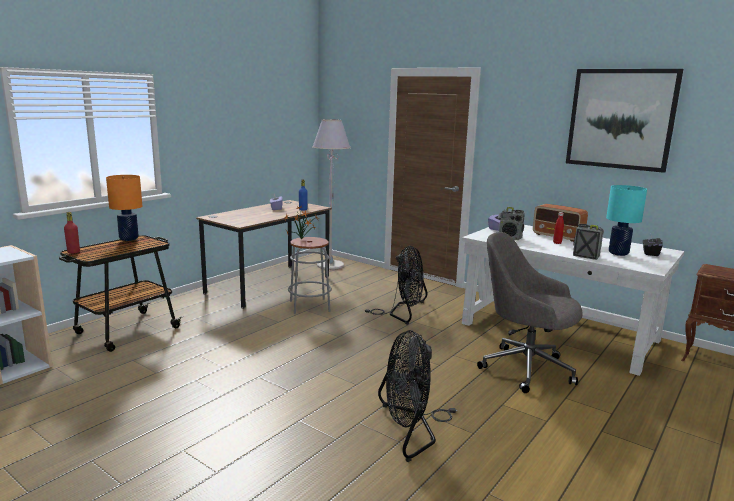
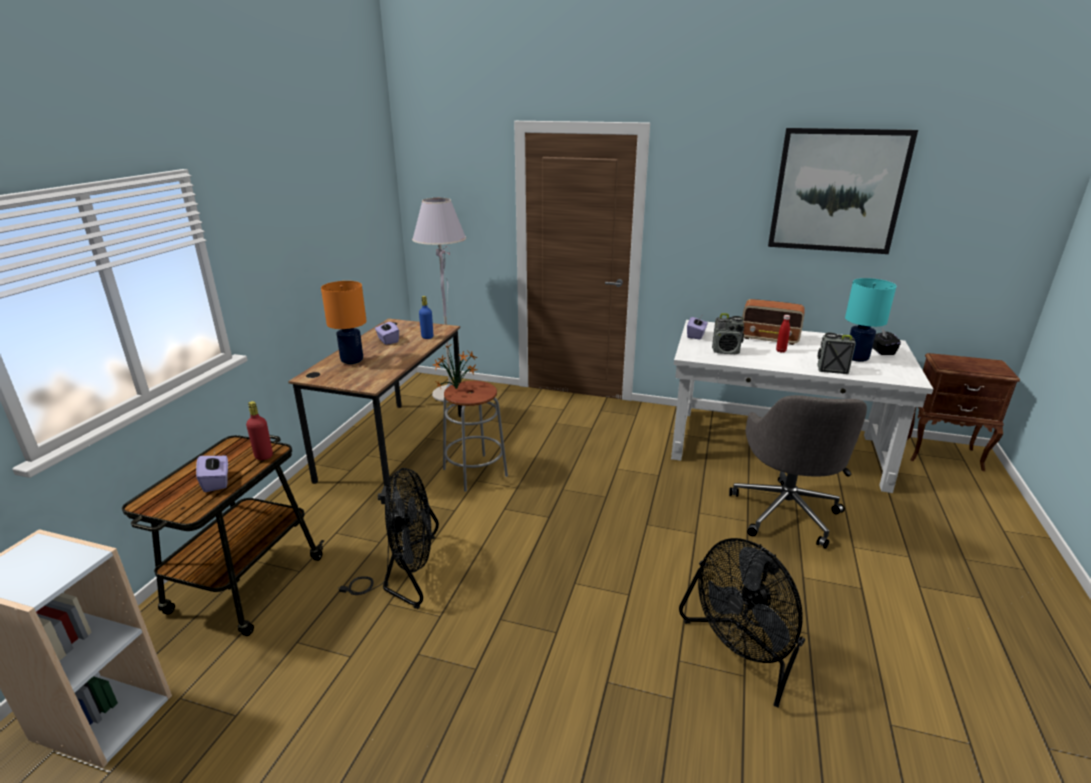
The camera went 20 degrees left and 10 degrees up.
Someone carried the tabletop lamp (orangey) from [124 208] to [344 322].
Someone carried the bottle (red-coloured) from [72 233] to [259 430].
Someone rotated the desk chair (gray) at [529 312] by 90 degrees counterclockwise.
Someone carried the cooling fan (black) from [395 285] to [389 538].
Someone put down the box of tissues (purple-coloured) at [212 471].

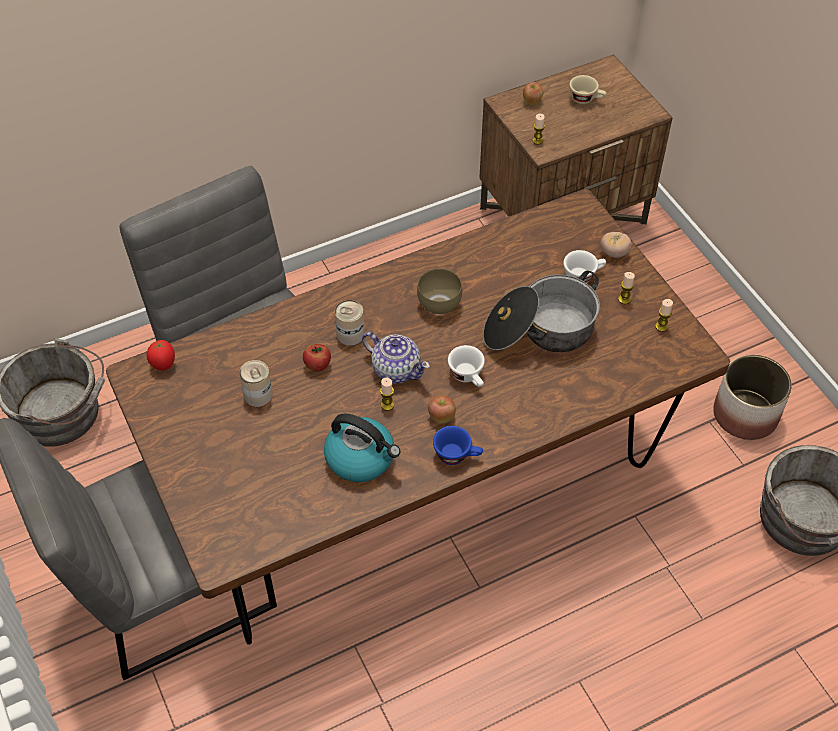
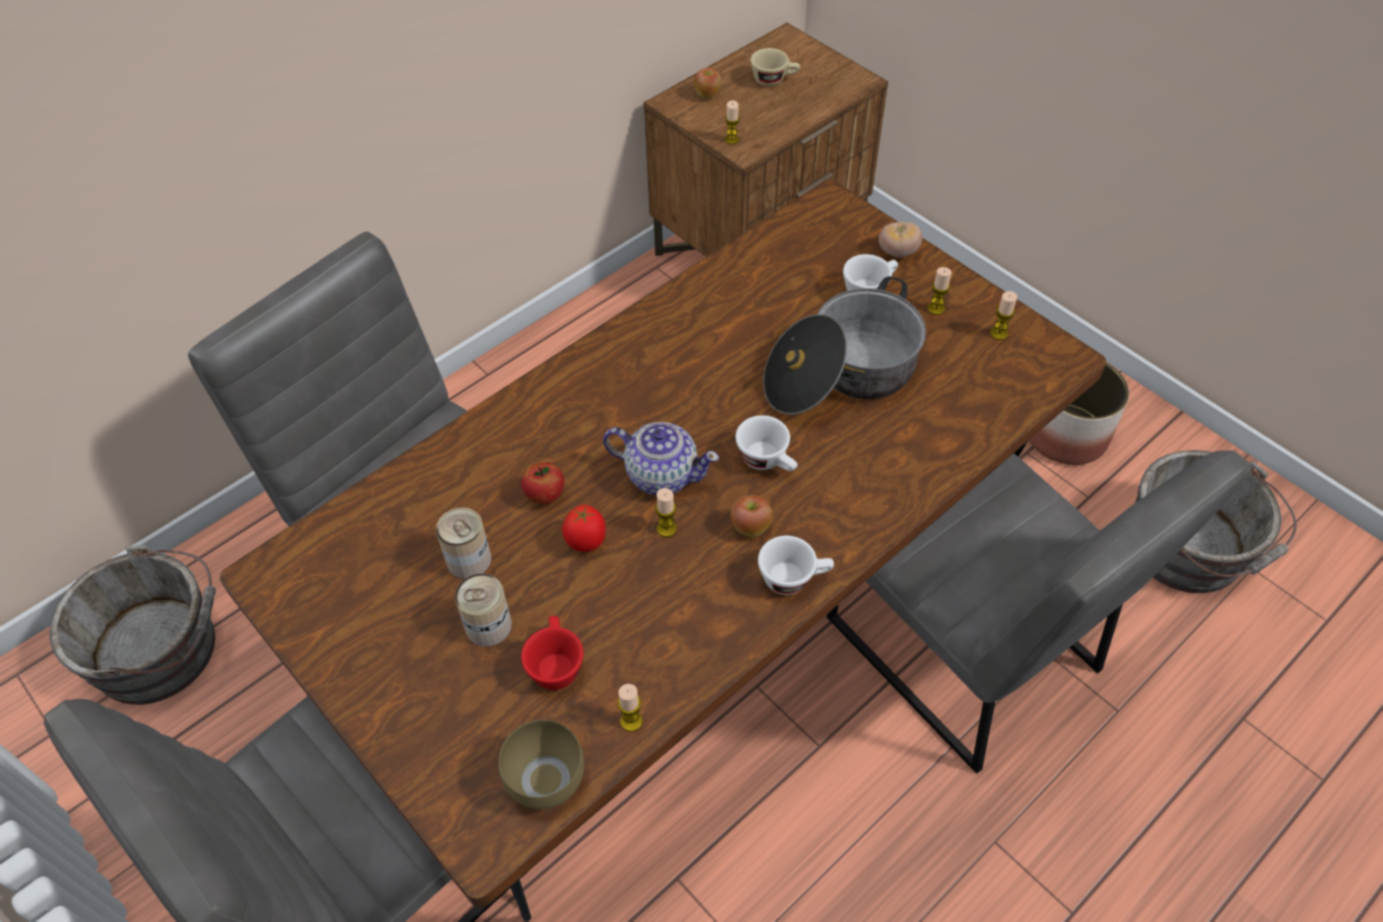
The camera went 15 degrees left and 0 degrees up.
Someone carried the bowl (brownish) from [439 291] to [541 764].
Someone carried the can from [349 323] to [483 610].
Someone carried the fresh tomato from [161 355] to [584 528].
Someone took away the water kettle at [362 447].
Someone repainted the cup (bluish) at [458 445], which became the cup (white) at [796 565].
Someone put down the plain chair (gray) at [1038 612].
Someone put down the cup (red-coloured) at [552 653].
Someone put down the wax light at [630 708].

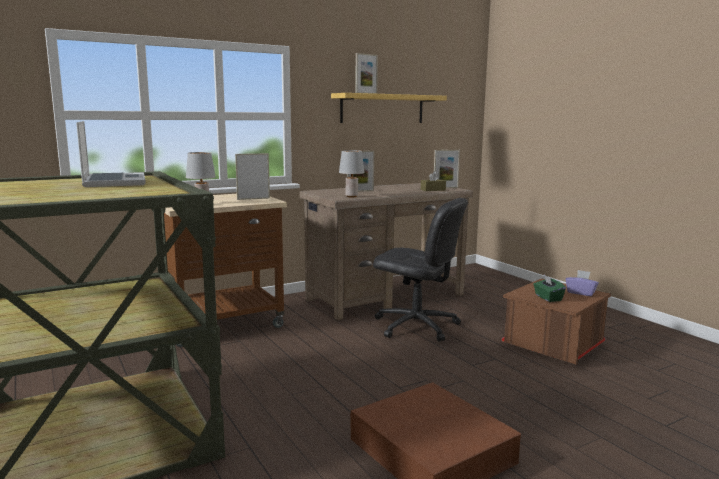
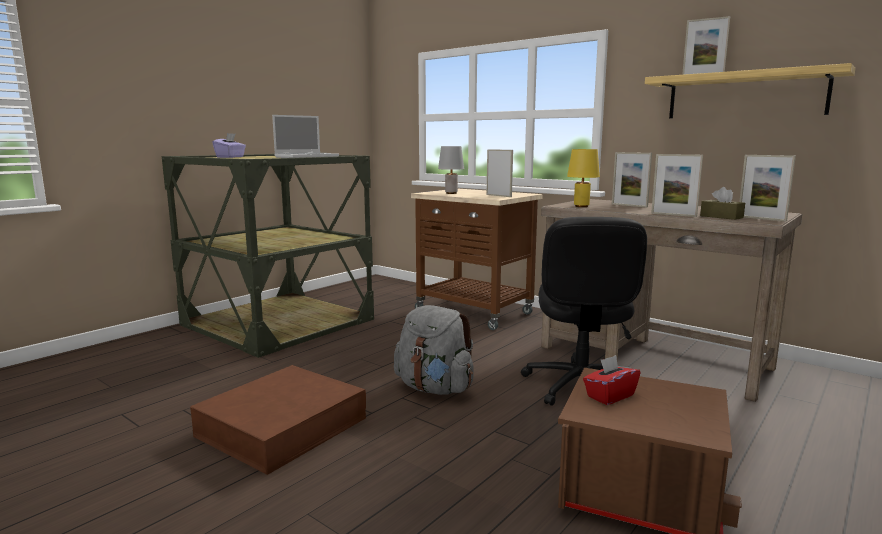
The camera went 70 degrees right and 0 degrees up.
Someone repainted the tabletop lamp (gray) at [351 173], which became the tabletop lamp (yellow-coloured) at [583 178].
Someone carried the box of tissues (purple-coloured) from [582 283] to [229 145].
Someone repainted the box of tissues (green-coloured) at [549 288], which became the box of tissues (red-coloured) at [611 380].
Someone put down the picture frame at [677 185].
Someone put down the rucksack (gray) at [434 350].

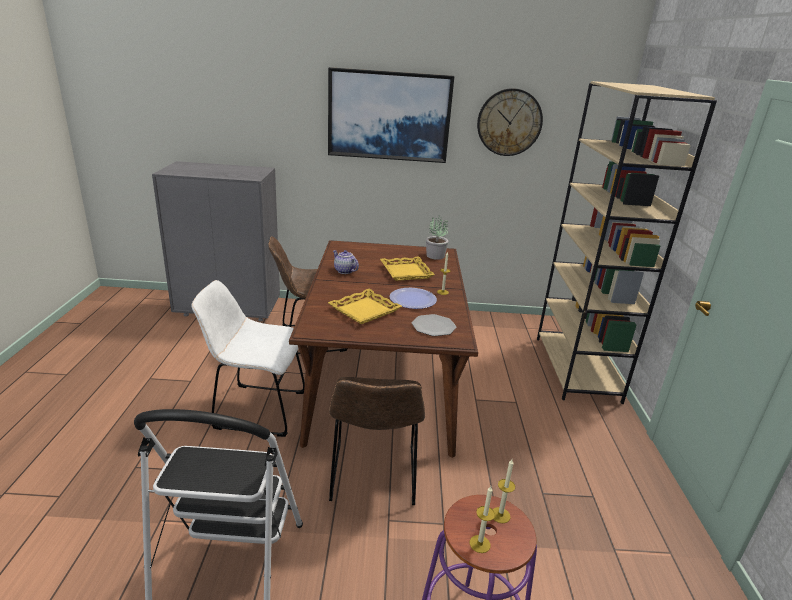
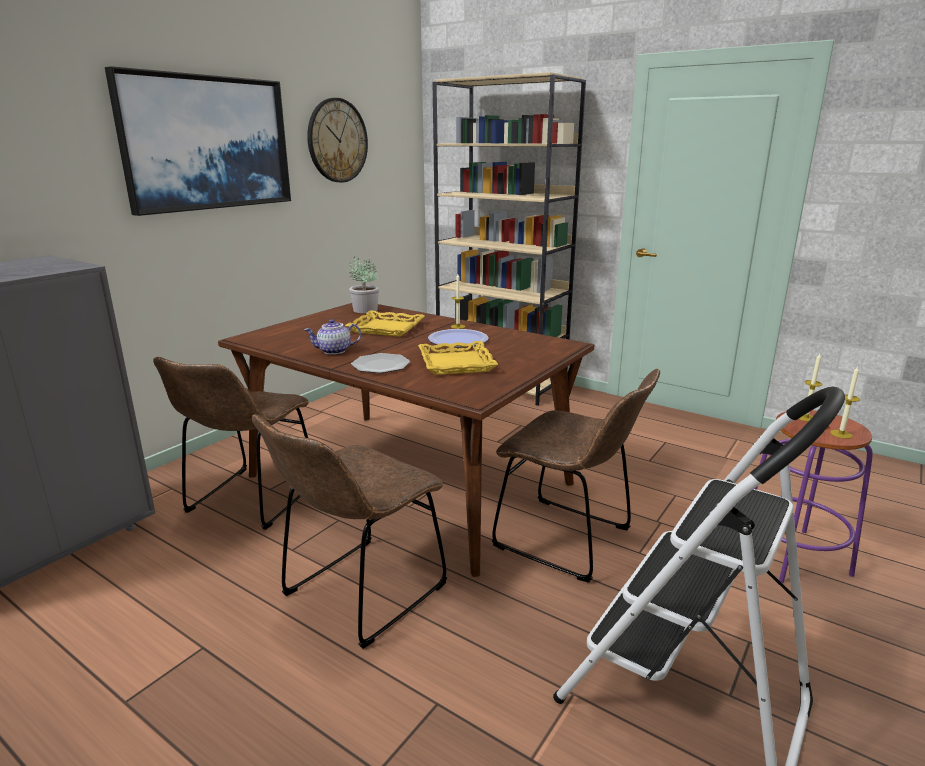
The camera went 55 degrees left and 5 degrees down.
Someone repainted the plain chair (white) at [248 358], which became the plain chair (brownish) at [349 531].
Someone carried the flat dish from [434 325] to [380 363].

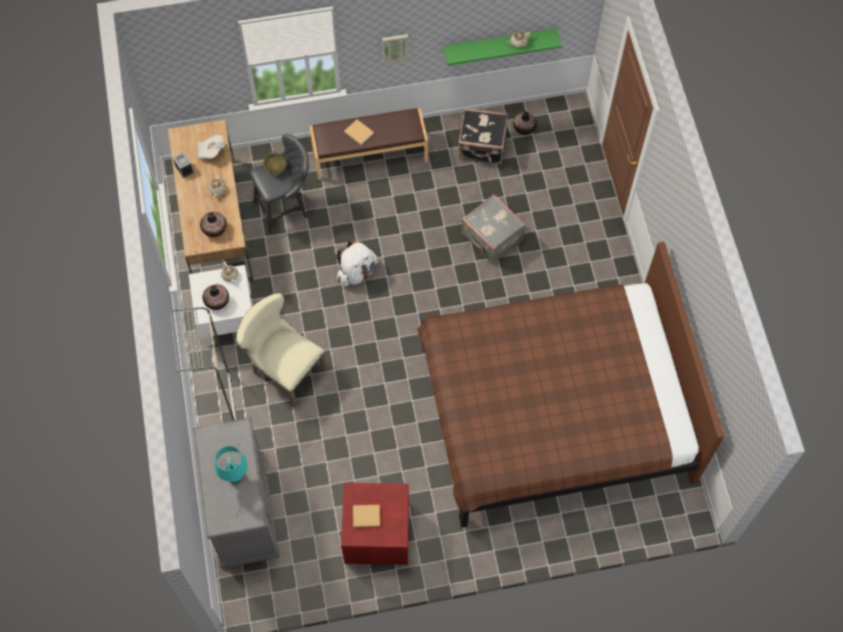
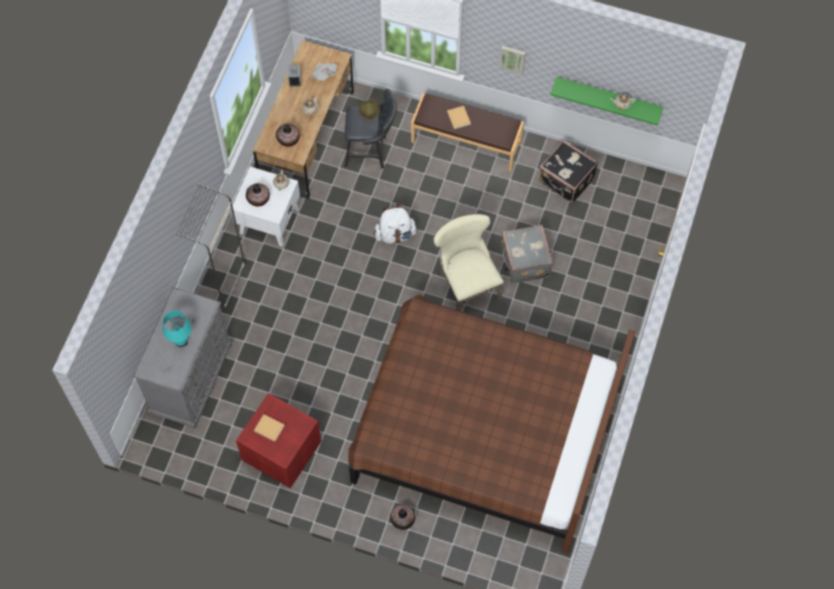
The camera went 30 degrees right and 0 degrees up.
Someone carried the flower vase from [525 123] to [402 517].
Someone carried the plain chair (beige) from [281 350] to [468 262].

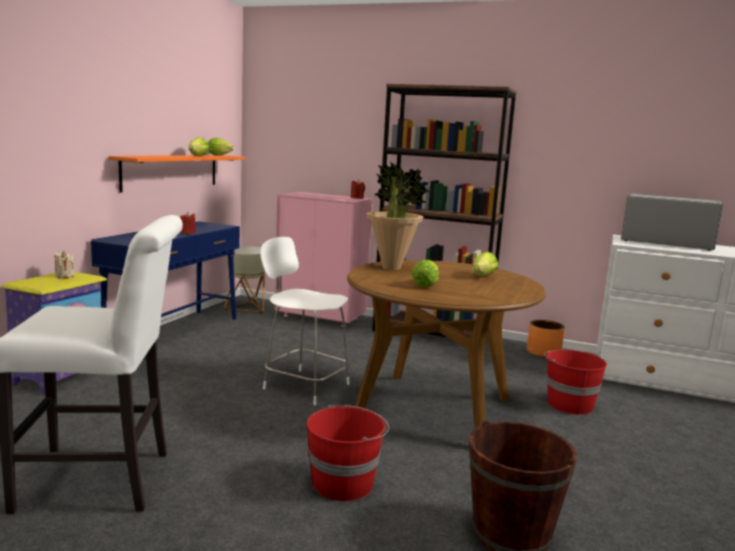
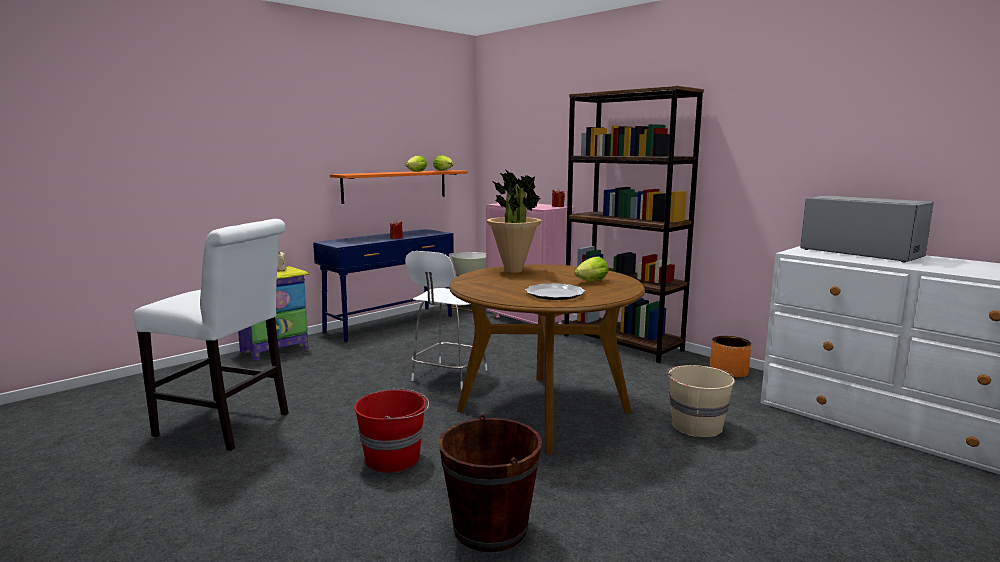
The camera went 25 degrees right and 0 degrees up.
Someone rotated the plain chair (white) at [305 321] by 120 degrees counterclockwise.
Someone took away the lettuce at [425 274].
Someone repainted the water bucket (red-coloured) at [575 382], which became the water bucket (beige) at [701 401].
Someone put down the flat dish at [555 291].

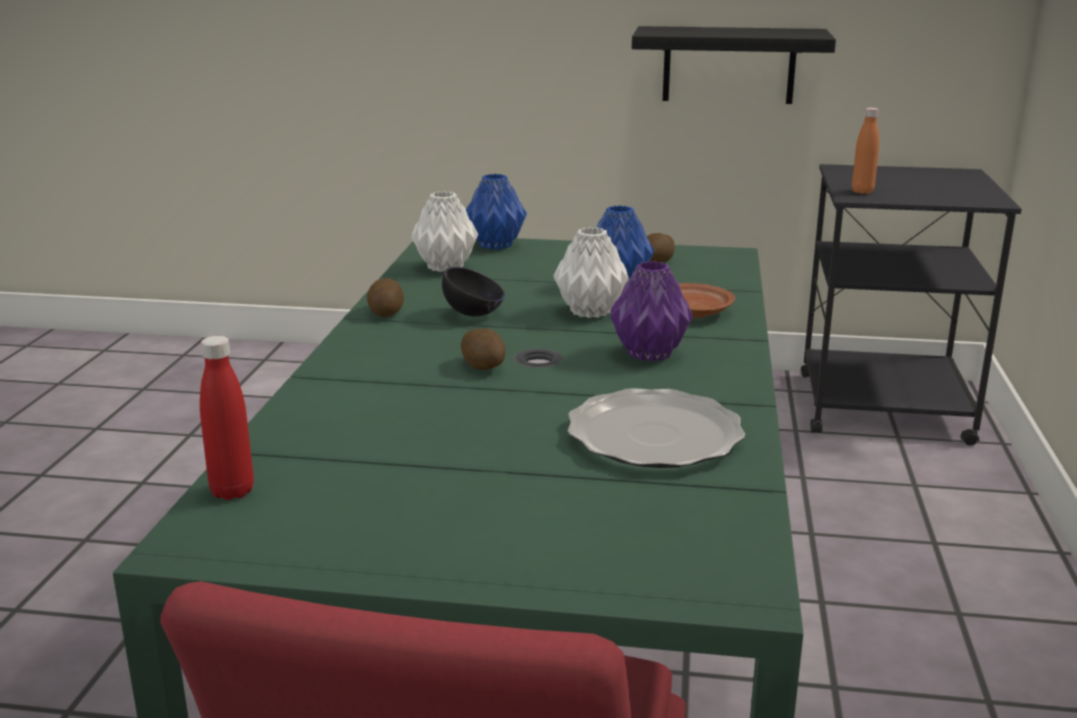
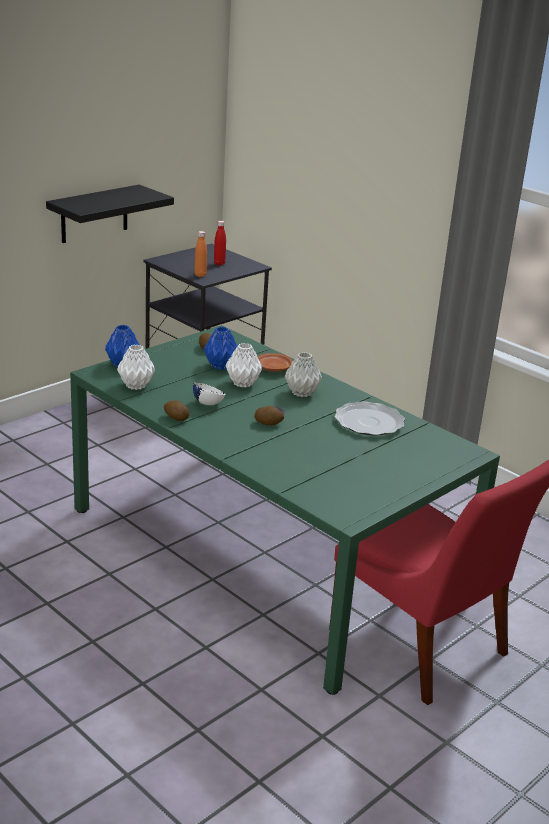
The camera went 55 degrees left and 5 degrees up.
Someone repainted the flower vase (purple-coloured) at [651 311], which became the flower vase (gray) at [303 374].
Someone repainted the bowl (black) at [473 291], which became the bowl (white) at [209 393].
Someone carried the bottle (red-coloured) from [227 418] to [220 243].

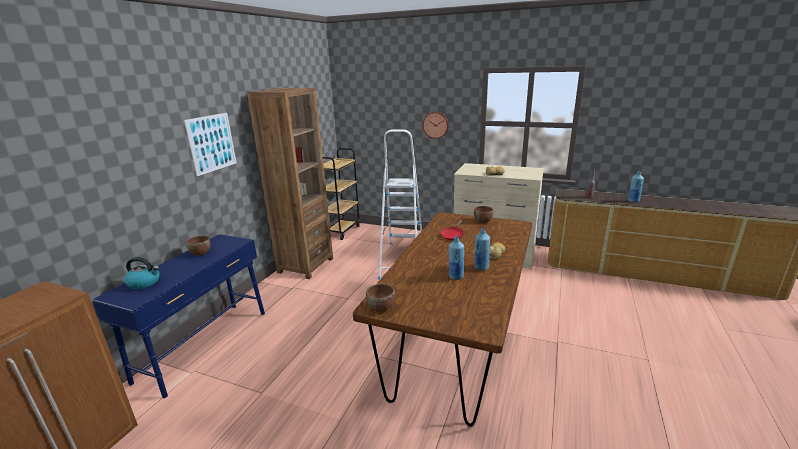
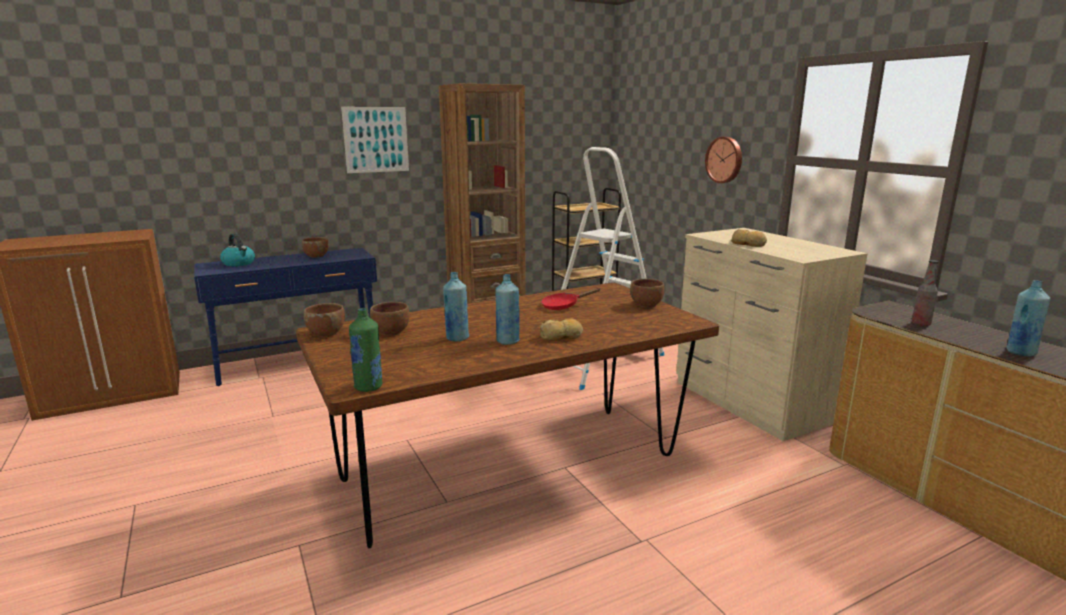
The camera went 40 degrees right and 5 degrees down.
Someone put down the bowl (brownish) at [390 318].
Someone put down the bottle (green-coloured) at [365 350].

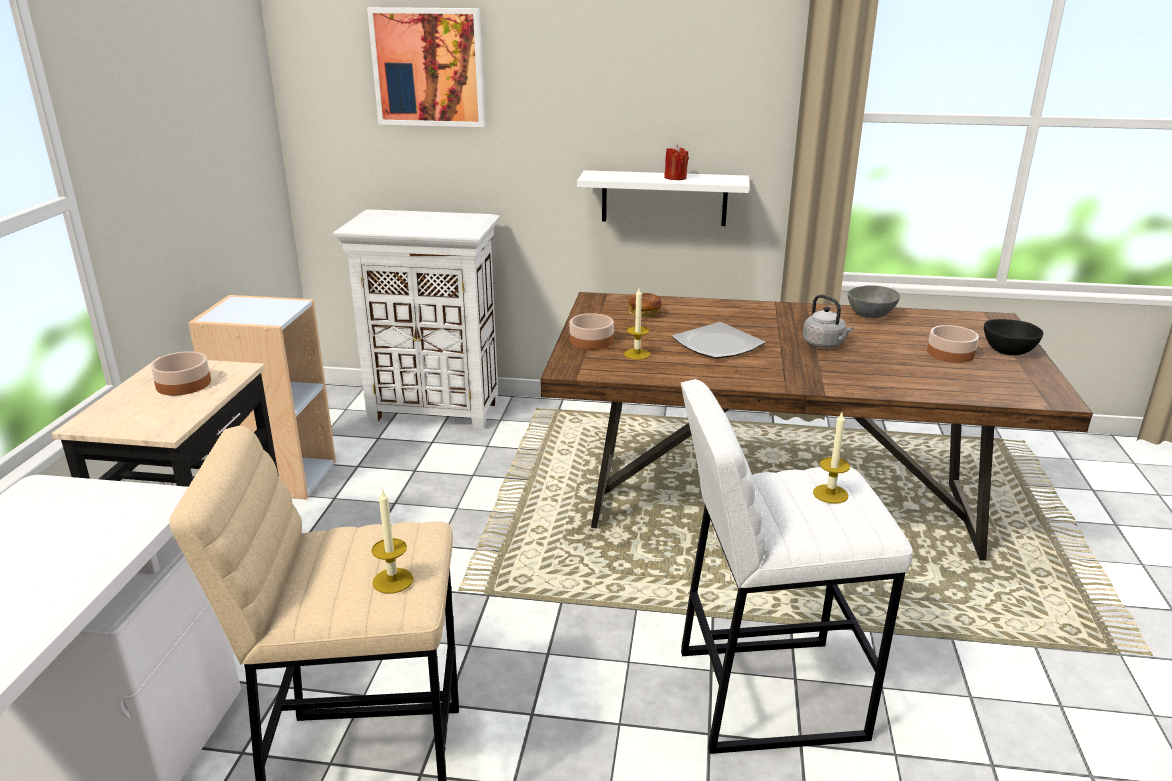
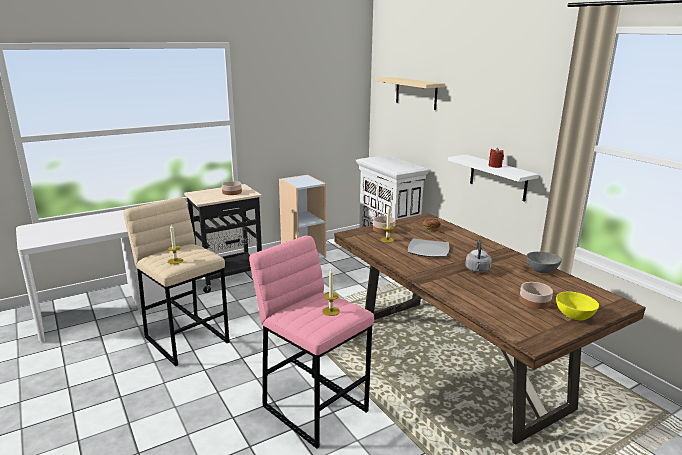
The camera went 50 degrees right and 5 degrees down.
Someone swapped the wall picture at [426 67] for the bracket shelf (beige) at [410 93].
Someone repainted the bowl (black) at [1014 337], which became the bowl (yellow-coloured) at [577 305].
Someone repainted the stool seat (white) at [797 566], which became the stool seat (pink) at [311 342].

